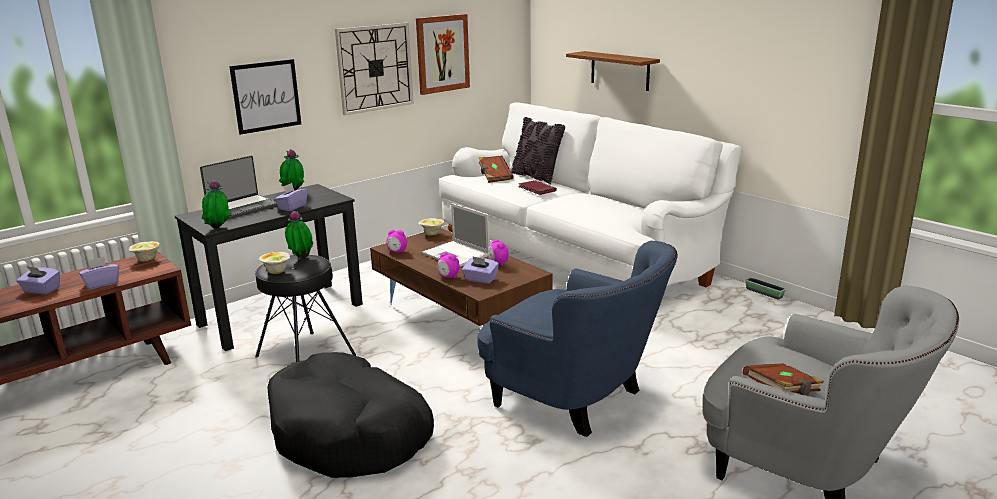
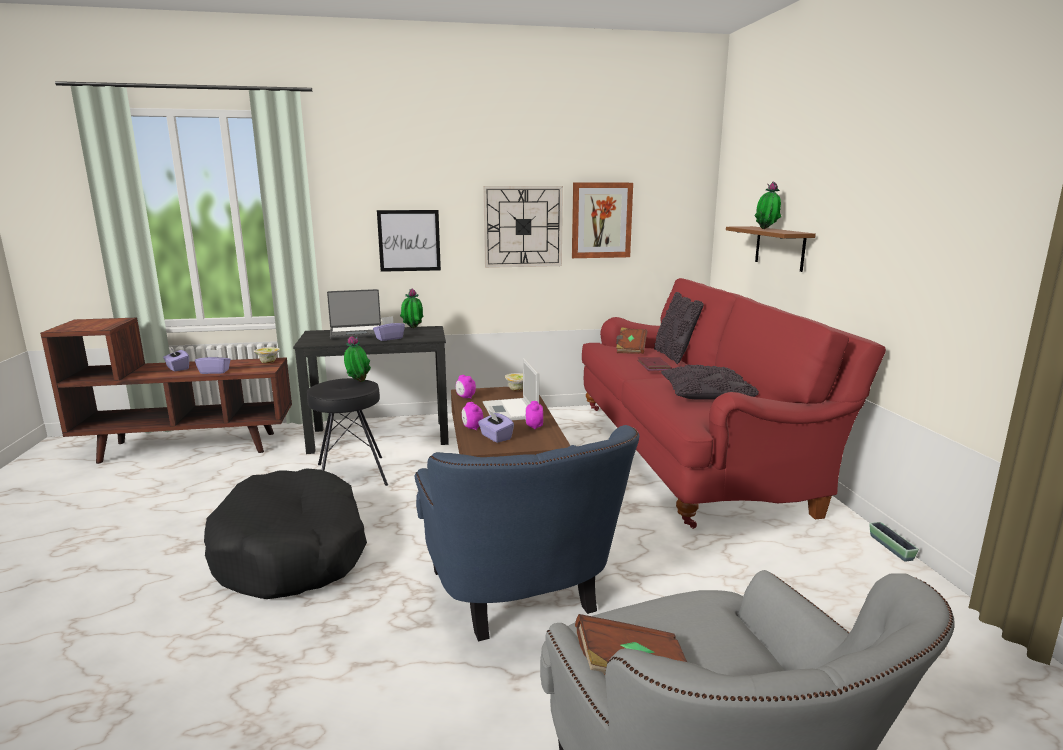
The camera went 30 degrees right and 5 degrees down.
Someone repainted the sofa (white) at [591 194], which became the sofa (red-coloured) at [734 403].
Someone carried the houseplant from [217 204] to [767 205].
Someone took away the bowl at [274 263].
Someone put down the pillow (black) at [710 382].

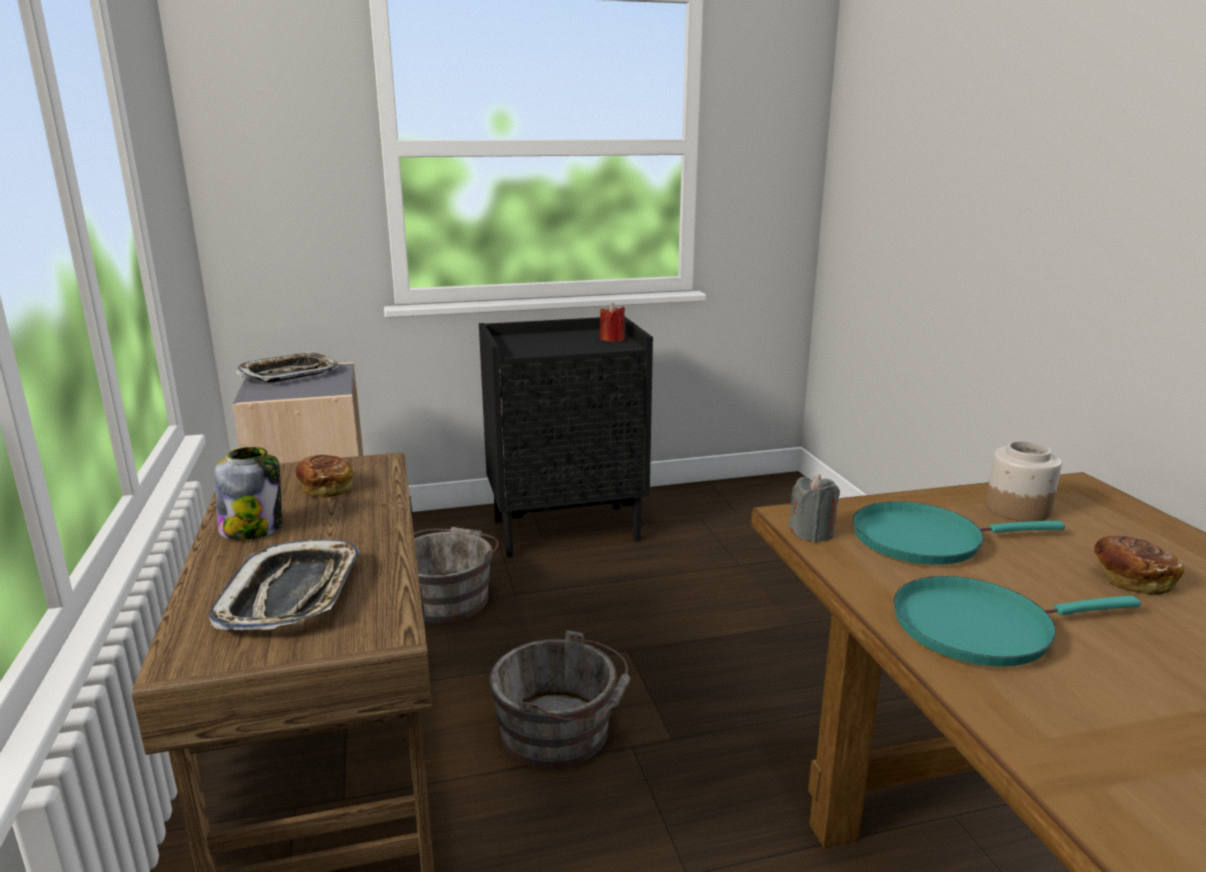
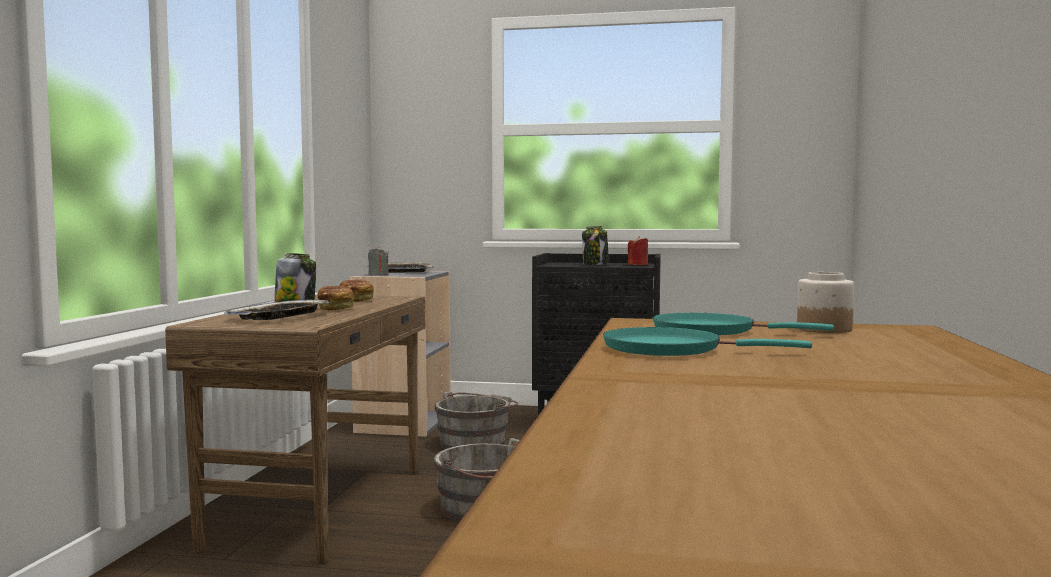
The camera went 25 degrees right and 15 degrees down.
Someone carried the wax light (gray) from [814 508] to [378 261].
Someone carried the bakery bread from [1139 565] to [336 298].
Someone put down the storage jar at [595 245].

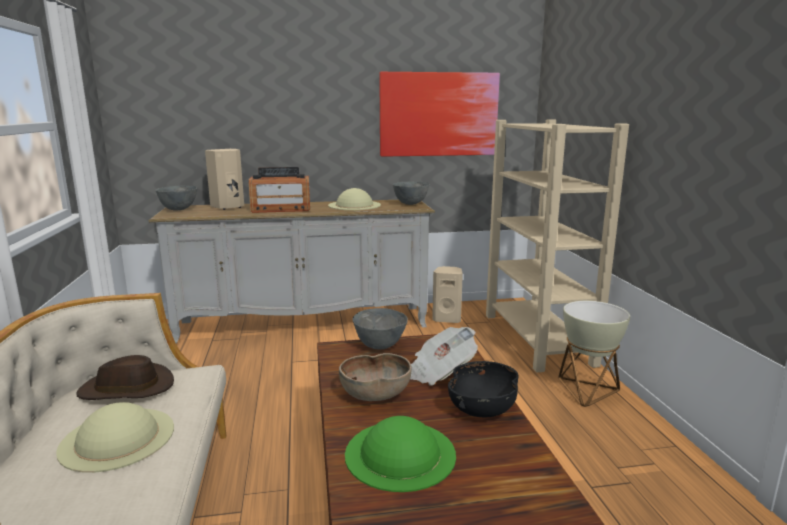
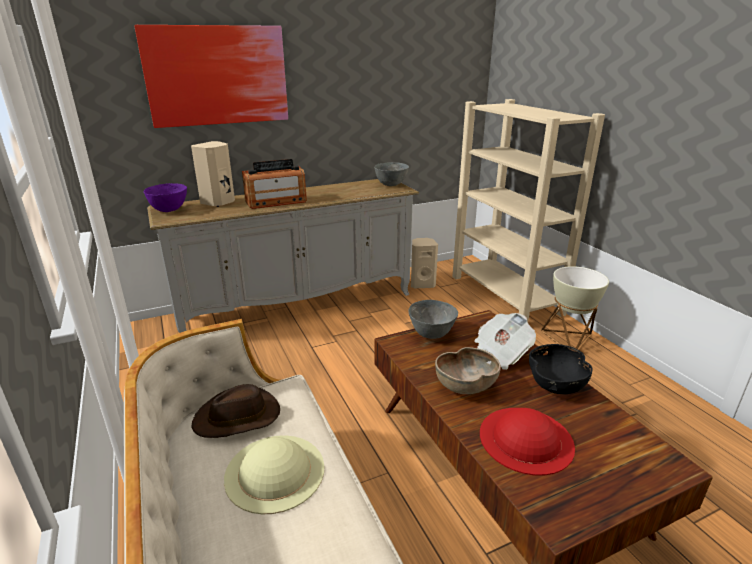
The camera went 15 degrees left and 10 degrees up.
Someone carried the wall picture from [439 114] to [211 76].
Someone repainted the bowl (gray) at [176 198], which became the bowl (purple-coloured) at [165 197].
Someone took away the wearable hat (beige) at [354 199].
Someone repainted the wearable hat (green-coloured) at [400 454], which became the wearable hat (red-coloured) at [527 442].

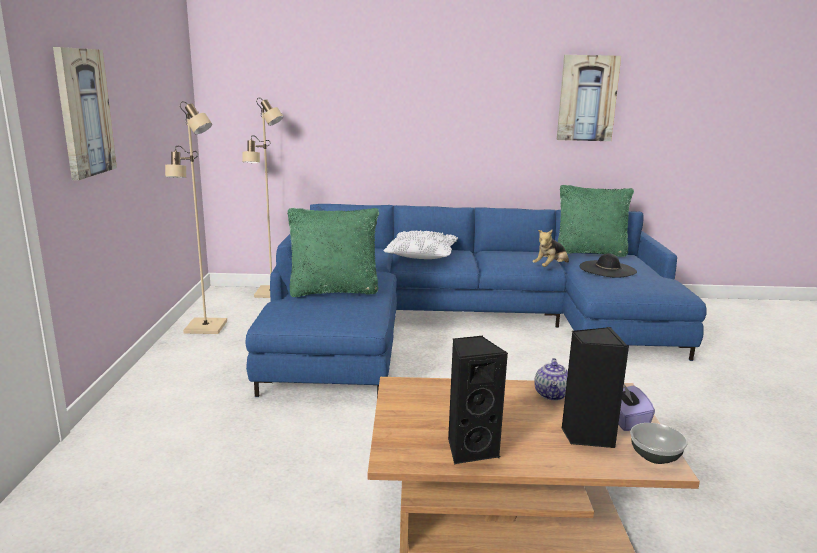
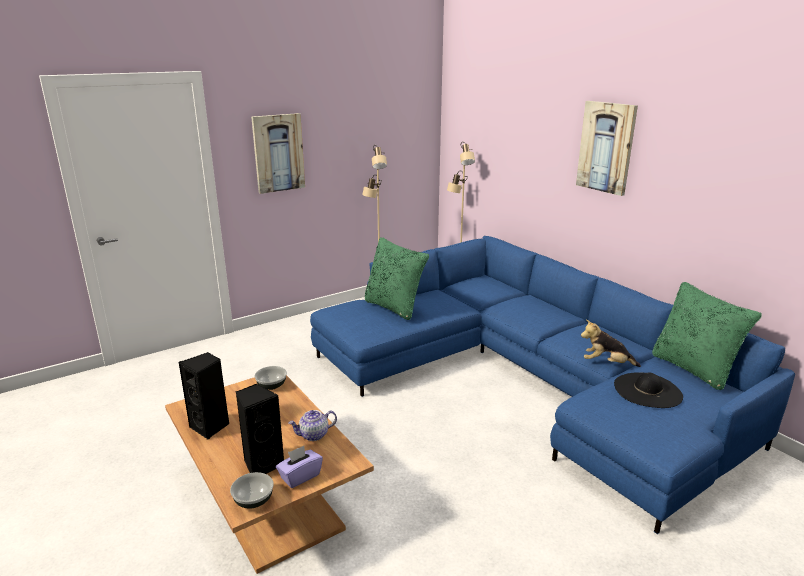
The camera went 55 degrees right and 5 degrees up.
Someone carried the wall picture from [589 98] to [607 148].
Someone took away the pillow (white) at [420 244].
Someone put down the bowl at [271 378].

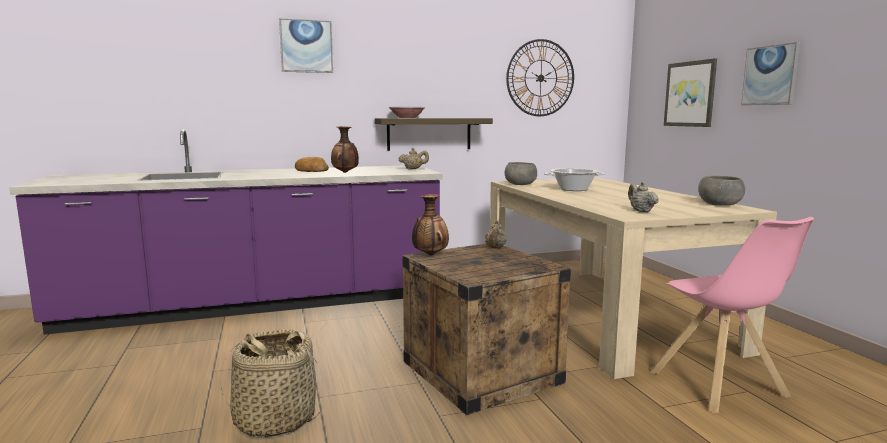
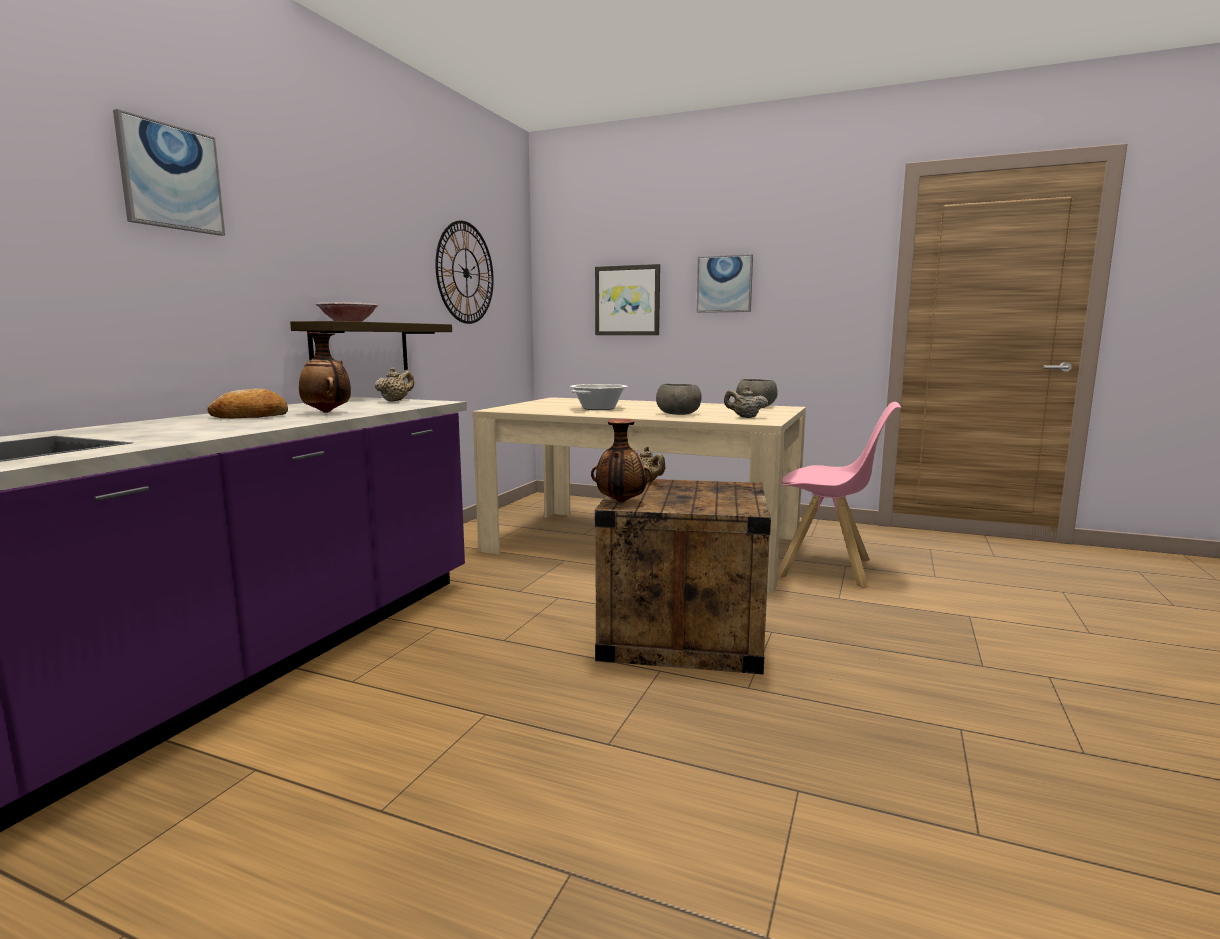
The camera went 50 degrees left and 0 degrees up.
Someone carried the bowl (gray) from [520 173] to [679 399].
Someone took away the basket at [271 383].

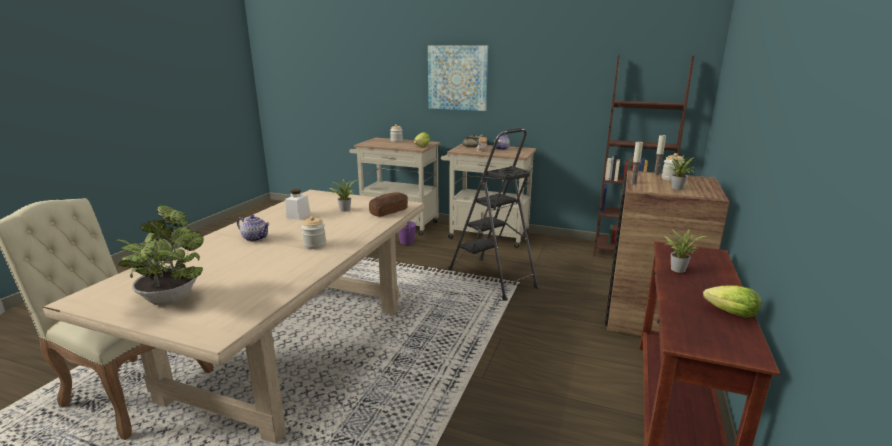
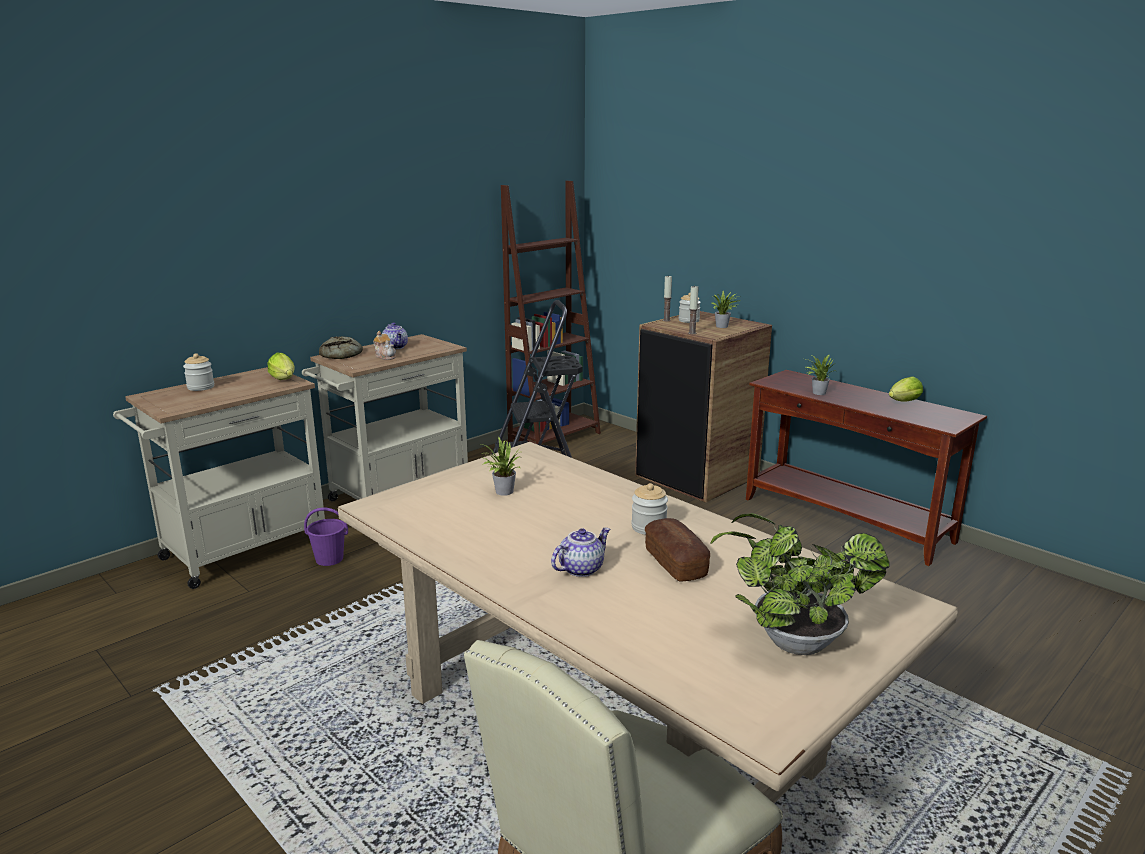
The camera went 65 degrees left and 0 degrees up.
Someone took away the wall picture at [458 78].
Someone took away the storage jar (white) at [297 204].
Someone carried the bakery bread from [388 204] to [677 549].

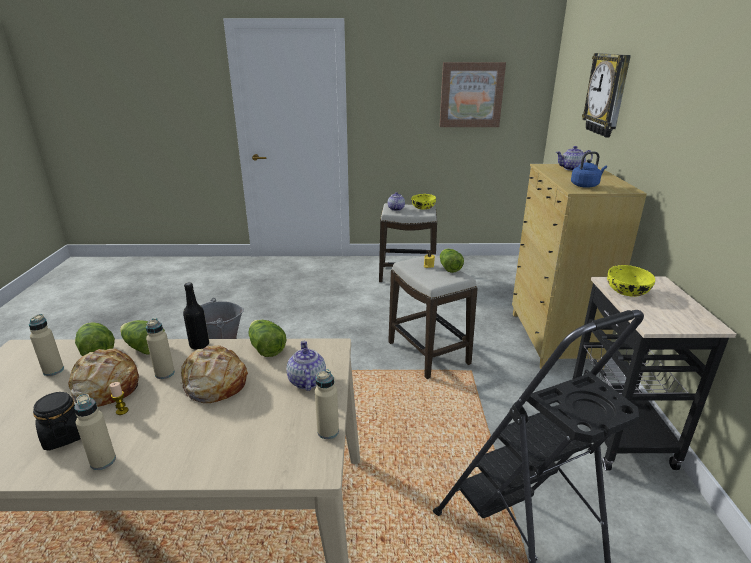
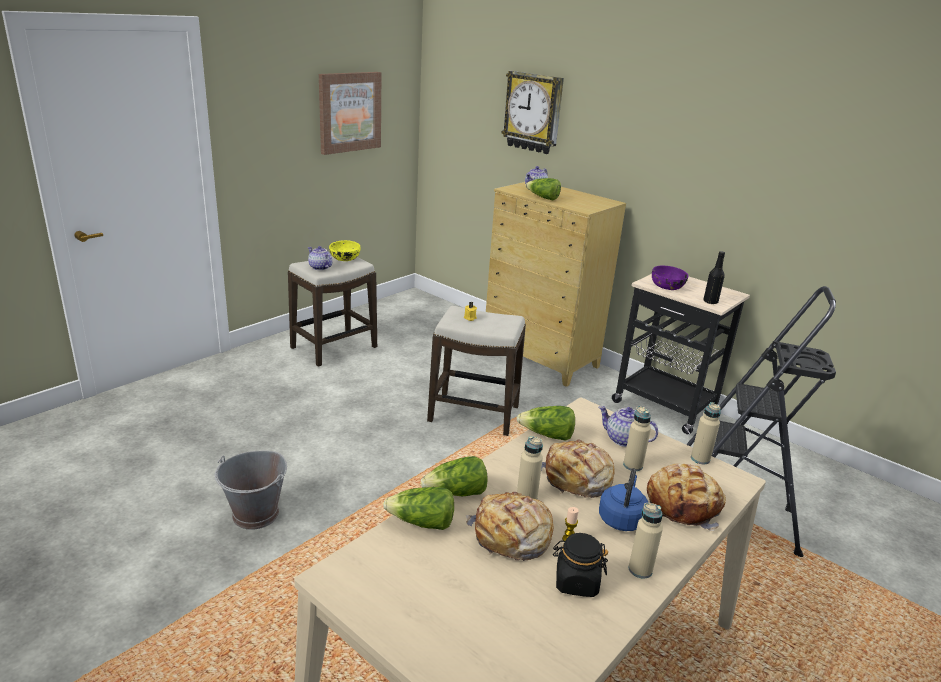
The camera went 50 degrees left and 0 degrees up.
Someone carried the water kettle (bluish) from [589 170] to [623 499].
Someone carried the lettuce from [452 261] to [543 189].
Someone repainted the bowl (yellow-coloured) at [631 281], which became the bowl (purple-coloured) at [670 278].
Someone carried the bottle (black) from [196 316] to [714 277].
Someone carried the bottle (beige) from [46 345] to [637 438].
Someone put down the bakery bread at [686 497].

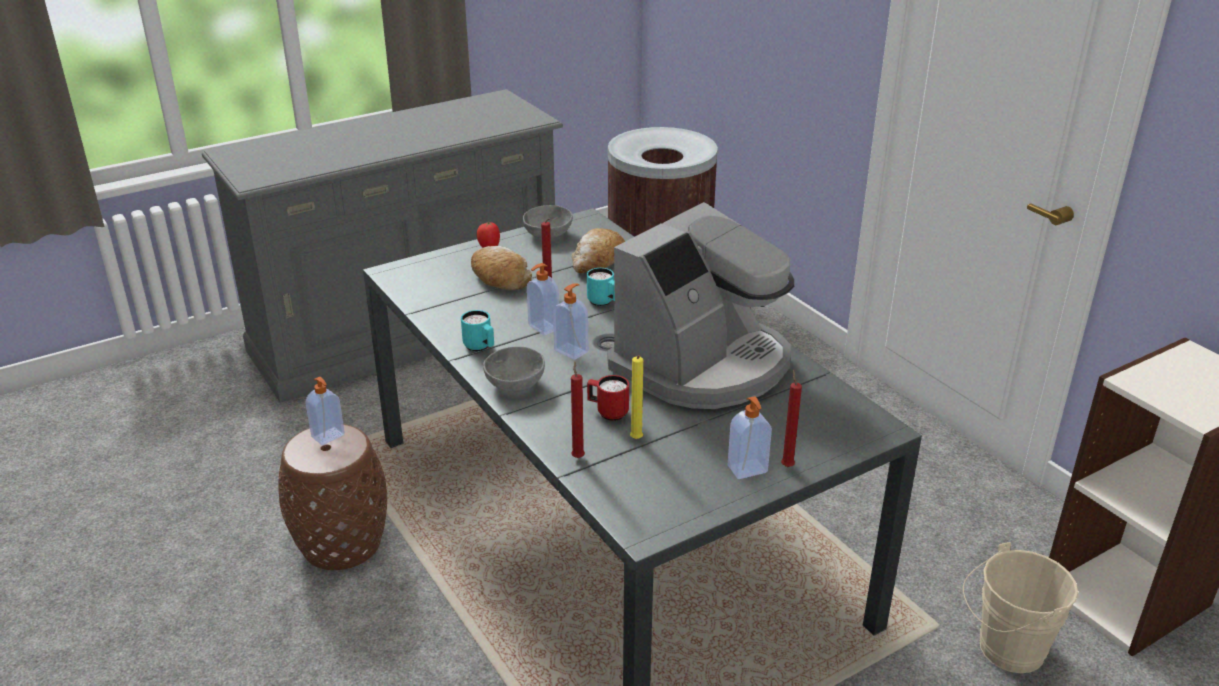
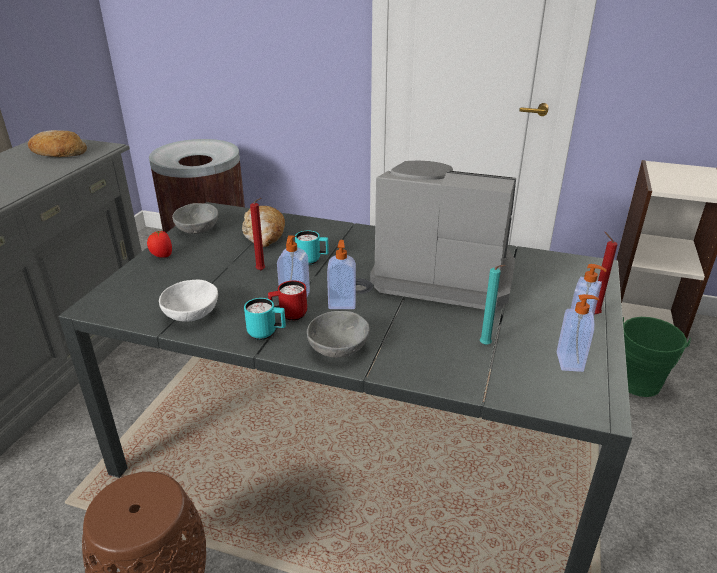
The camera went 40 degrees left and 0 degrees up.
Someone rotated the coffee machine at [701 305] by 75 degrees counterclockwise.
Someone carried the bakery bread from [501 268] to [57 143].
Someone repainted the wax light (yellow-coloured) at [636 397], which became the wax light (turquoise) at [493 305].
Someone took away the wax light (red-coloured) at [578 409].
Someone carried the coffee mug (red-coloured) from [608 398] to [287 301].
Someone carried the liquid soap bottle from [325 411] to [578 333].
Someone repainted the water bucket (beige) at [1020 607], which became the water bucket (green-coloured) at [657 357].
Someone put down the bowl (white) at [188 301].

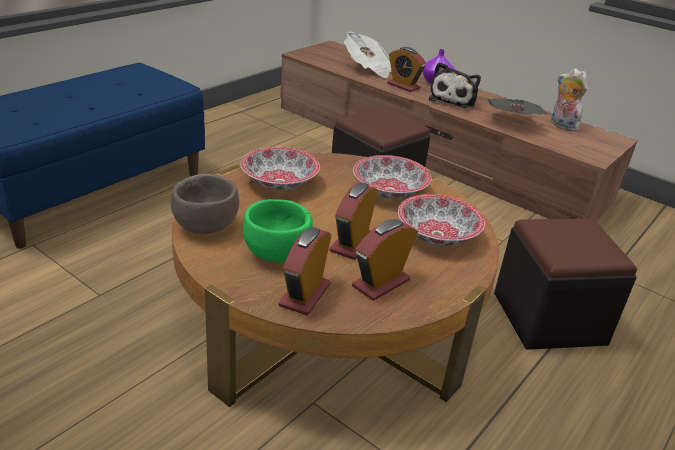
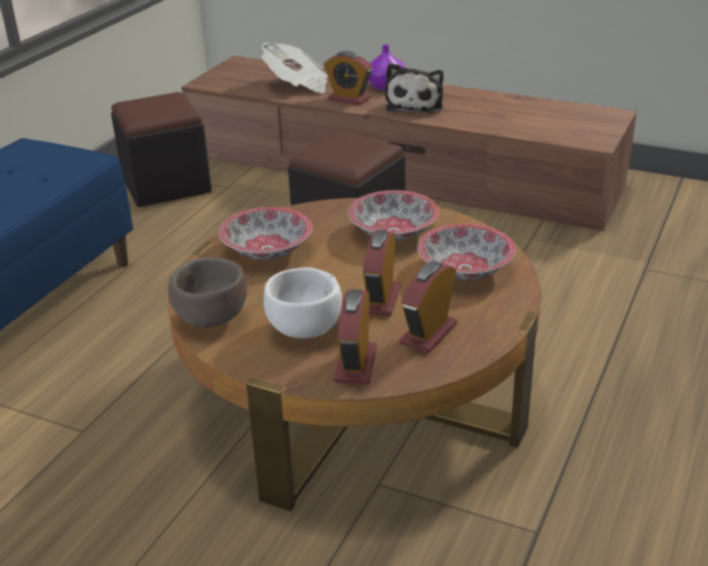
The camera went 10 degrees left and 0 degrees up.
Someone took away the plush toy at [569 100].
Someone took away the newspaper at [516 106].
Someone repainted the bowl (green-coloured) at [278 230], which became the bowl (white) at [303 303].
Someone carried the ottoman (black) from [565 284] to [161 149].

